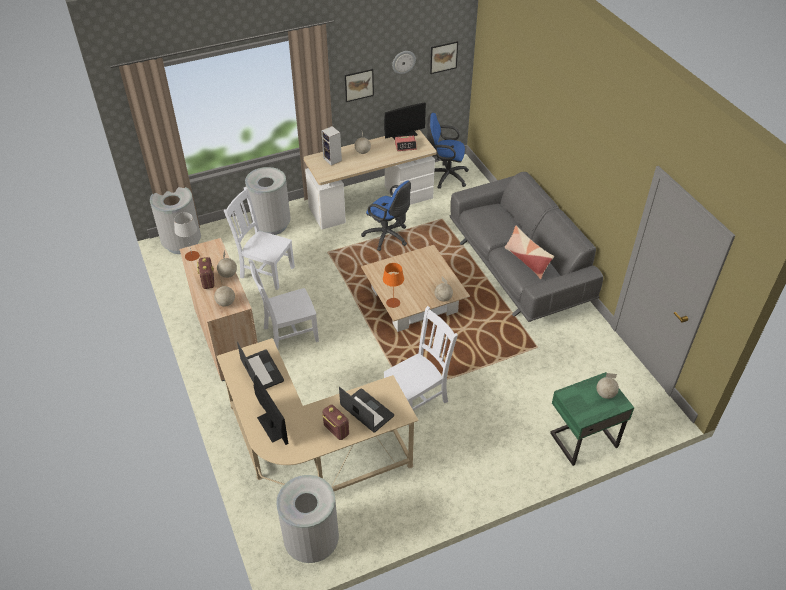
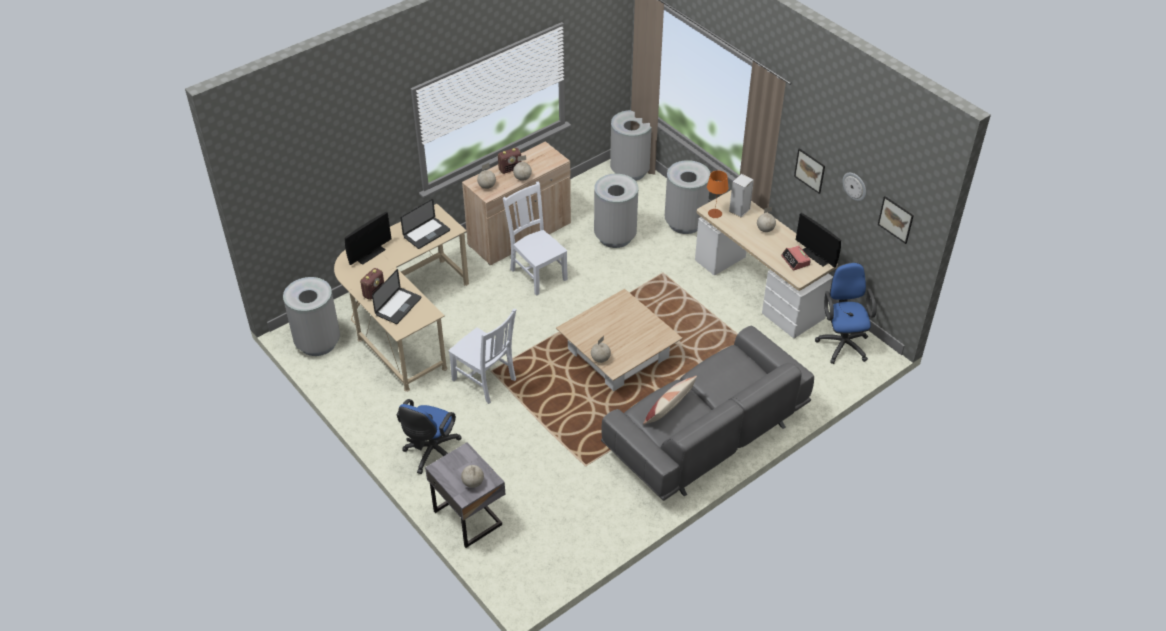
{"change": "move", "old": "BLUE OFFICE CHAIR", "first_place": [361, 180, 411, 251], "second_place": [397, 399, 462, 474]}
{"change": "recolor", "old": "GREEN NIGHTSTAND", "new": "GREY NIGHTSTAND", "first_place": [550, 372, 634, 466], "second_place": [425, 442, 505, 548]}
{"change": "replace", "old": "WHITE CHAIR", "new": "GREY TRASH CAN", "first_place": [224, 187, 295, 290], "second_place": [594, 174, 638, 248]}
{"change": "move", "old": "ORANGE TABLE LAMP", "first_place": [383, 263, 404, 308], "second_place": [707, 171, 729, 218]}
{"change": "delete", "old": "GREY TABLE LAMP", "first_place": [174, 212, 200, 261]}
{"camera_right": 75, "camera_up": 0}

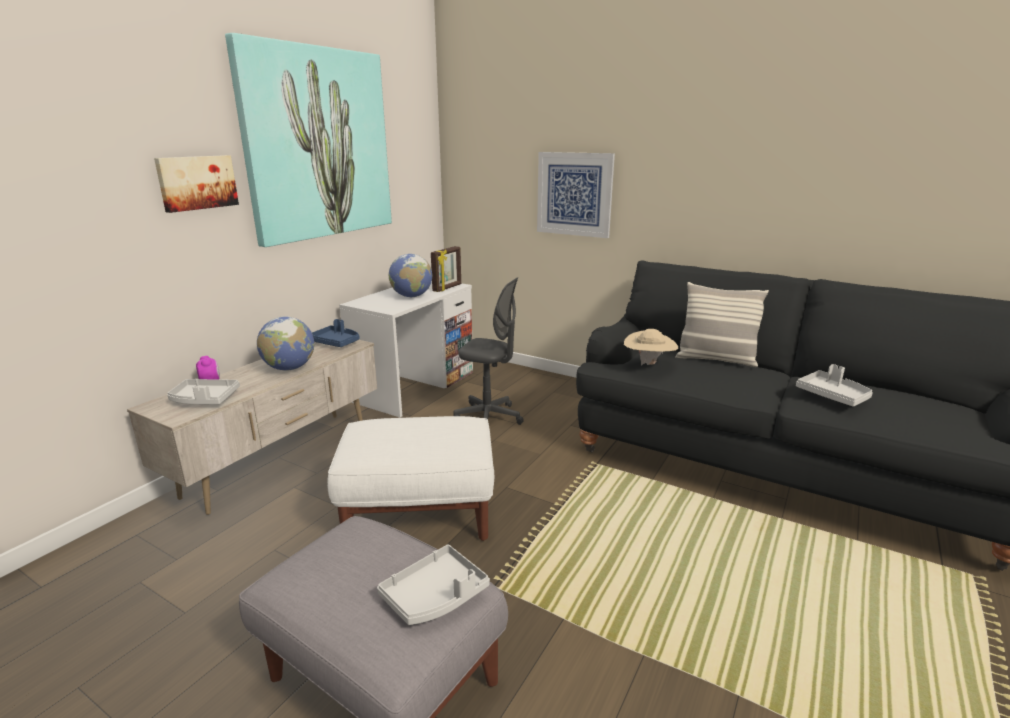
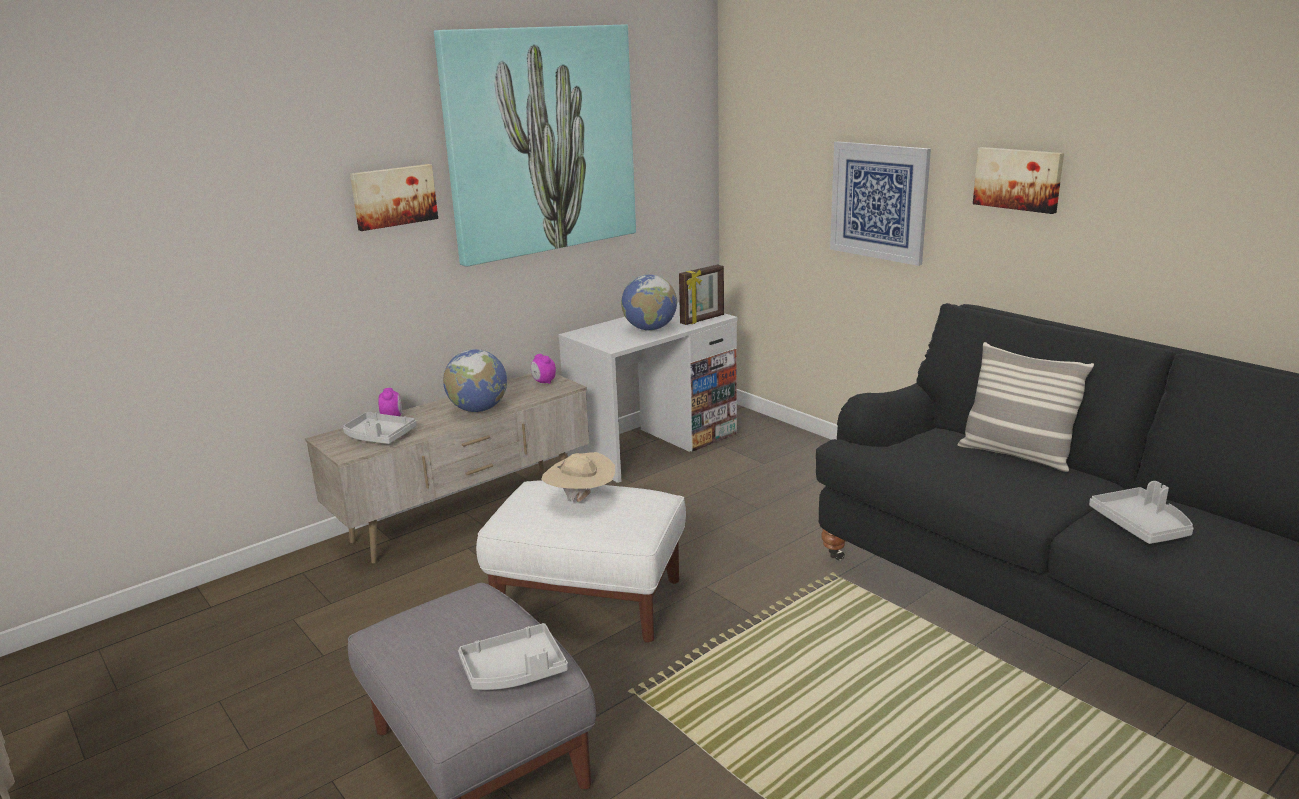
{"change": "replace", "old": "BLUE TRAY", "new": "ALARM CLOCK", "first_place": [312, 319, 360, 347], "second_place": [531, 354, 556, 384]}
{"change": "move", "old": "BEIGE HAT", "first_place": [624, 329, 678, 366], "second_place": [541, 452, 615, 502]}
{"change": "insert", "new": "PICTURE", "second_place": [973, 147, 1064, 214]}
{"change": "delete", "old": "GREY OFFICE CHAIR", "first_place": [453, 277, 524, 425]}
{"camera_right": 20, "camera_up": 0}

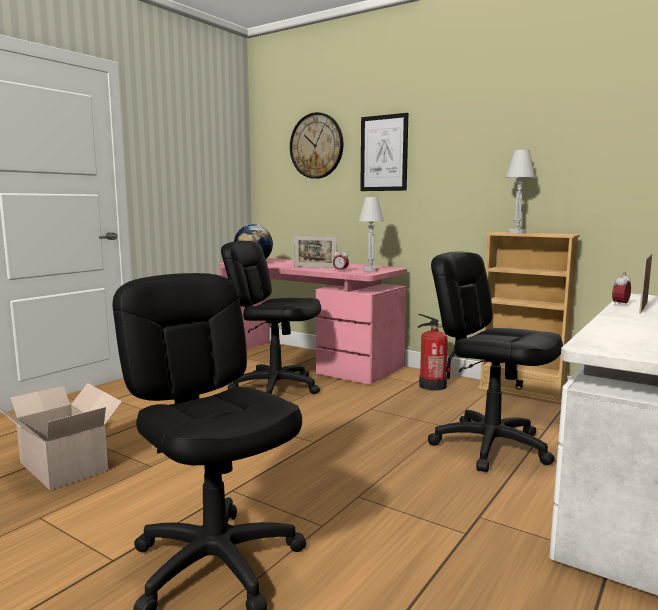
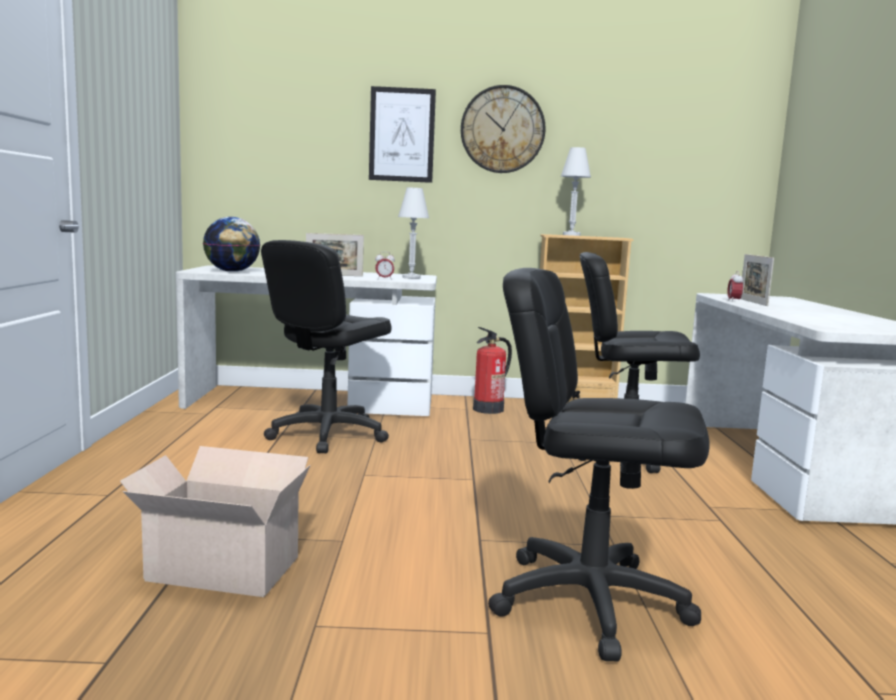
{"change": "recolor", "old": "PINK DESK", "new": "WHITE DESK", "first_place": [219, 258, 407, 384], "second_place": [176, 266, 437, 416]}
{"change": "rotate", "old": "BLACK OFFICE CHAIR", "first_place": [221, 241, 321, 394], "second_place": [261, 240, 392, 453], "degrees": -45}
{"change": "move", "old": "WALL CLOCK", "first_place": [290, 112, 343, 179], "second_place": [461, 85, 546, 173]}
{"camera_right": -35, "camera_up": 0}

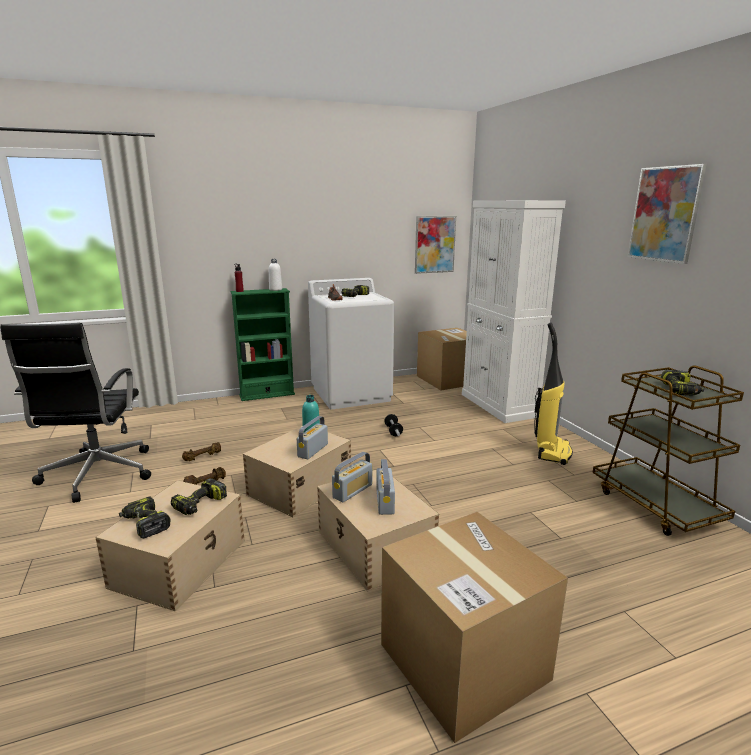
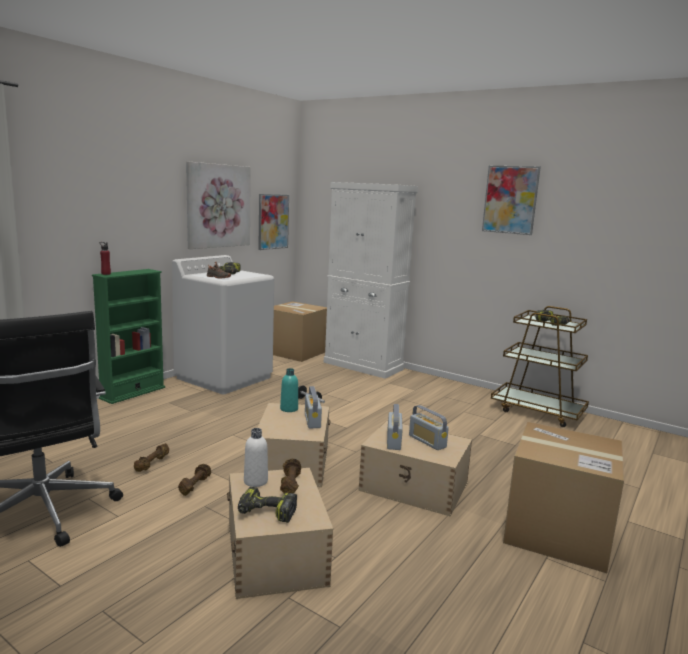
{"change": "insert", "new": "PICTURE", "second_place": [186, 161, 251, 249]}
{"change": "move", "old": "WHITE BOTTLE", "first_place": [269, 259, 282, 291], "second_place": [244, 428, 268, 487]}
{"change": "replace", "old": "POWER DRILL", "new": "BROWN DUMBBELL", "first_place": [171, 478, 227, 515], "second_place": [280, 459, 301, 494]}
{"change": "delete", "old": "VACUUM CLEANER", "first_place": [534, 323, 573, 465]}
{"camera_right": -35, "camera_up": -5}

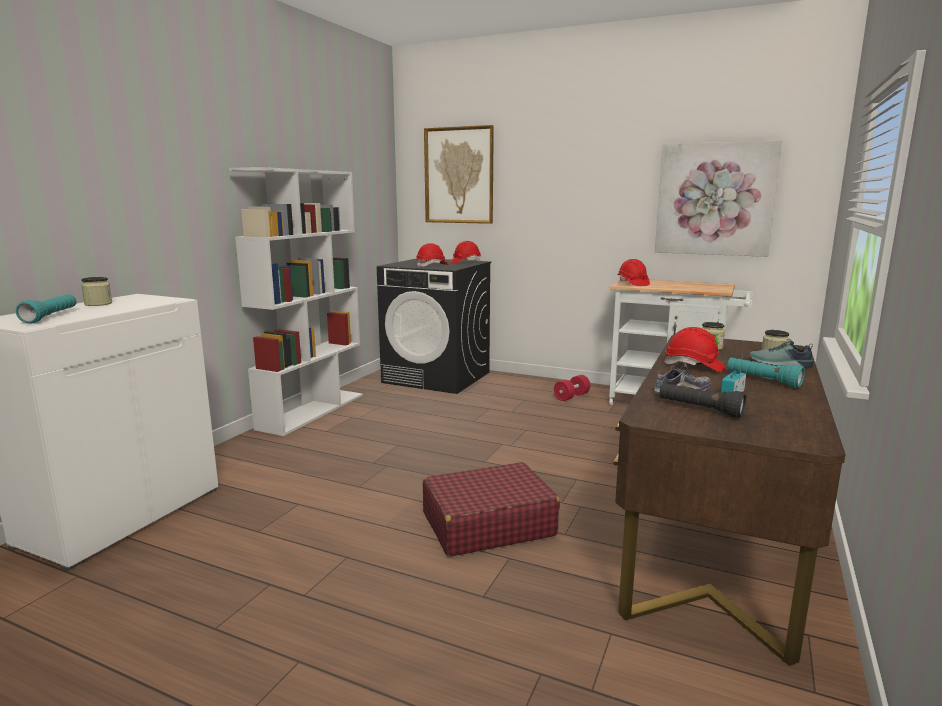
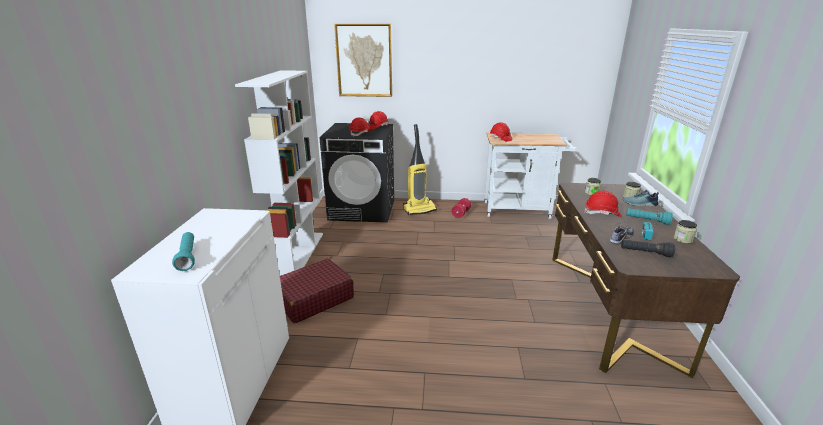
{"change": "move", "old": "RED SUITCASE", "first_place": [423, 462, 560, 557], "second_place": [280, 258, 354, 323]}
{"change": "insert", "new": "VACUUM CLEANER", "second_place": [403, 124, 437, 215]}
{"change": "move", "old": "JAR", "first_place": [81, 277, 112, 306], "second_place": [673, 220, 697, 243]}
{"change": "delete", "old": "PICTURE", "first_place": [655, 140, 782, 257]}
{"camera_right": -20, "camera_up": 10}

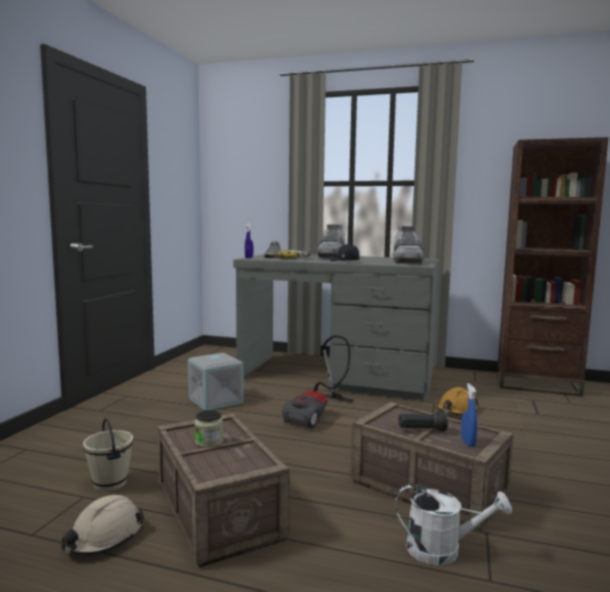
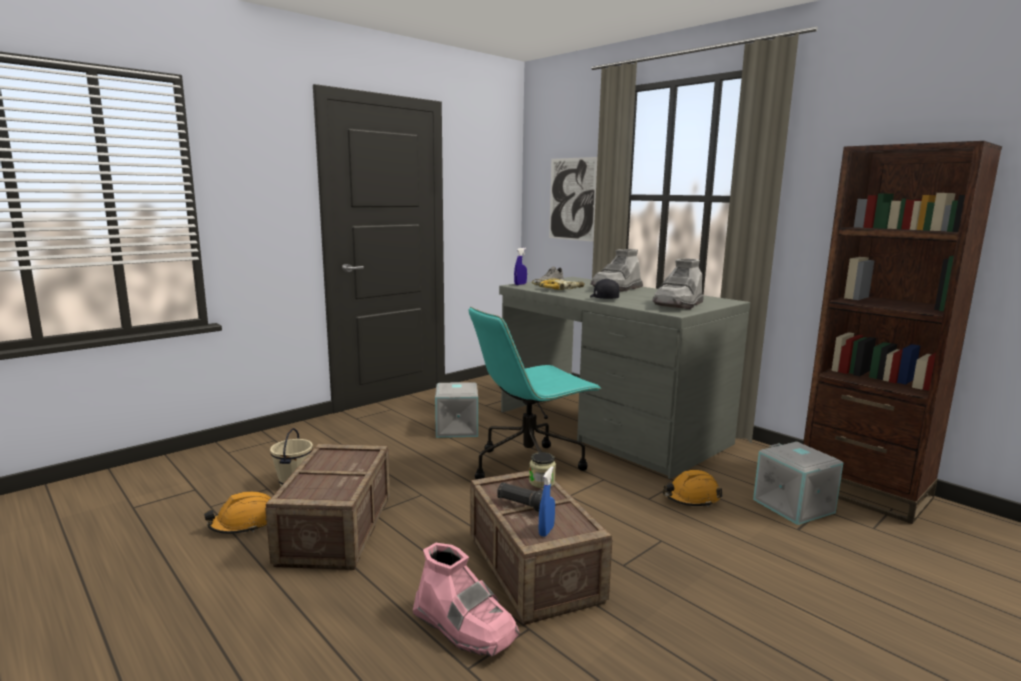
{"change": "recolor", "old": "BEIGE HARD HAT", "new": "ORANGE HARD HAT", "first_place": [61, 495, 144, 556], "second_place": [204, 491, 271, 534]}
{"change": "replace", "old": "WHITE WATERING CAN", "new": "PINK BOOT", "first_place": [395, 484, 512, 565], "second_place": [413, 543, 520, 656]}
{"change": "replace", "old": "VACUUM CLEANER", "new": "TURQUOISE OFFICE CHAIR", "first_place": [282, 335, 354, 428], "second_place": [469, 307, 602, 479]}
{"change": "move", "old": "JAR", "first_place": [195, 410, 223, 448], "second_place": [529, 452, 556, 488]}
{"change": "insert", "new": "PICTURE", "second_place": [549, 157, 597, 242]}
{"change": "insert", "new": "GREY STORAGE BOX", "second_place": [753, 442, 843, 525]}
{"camera_right": 30, "camera_up": 5}

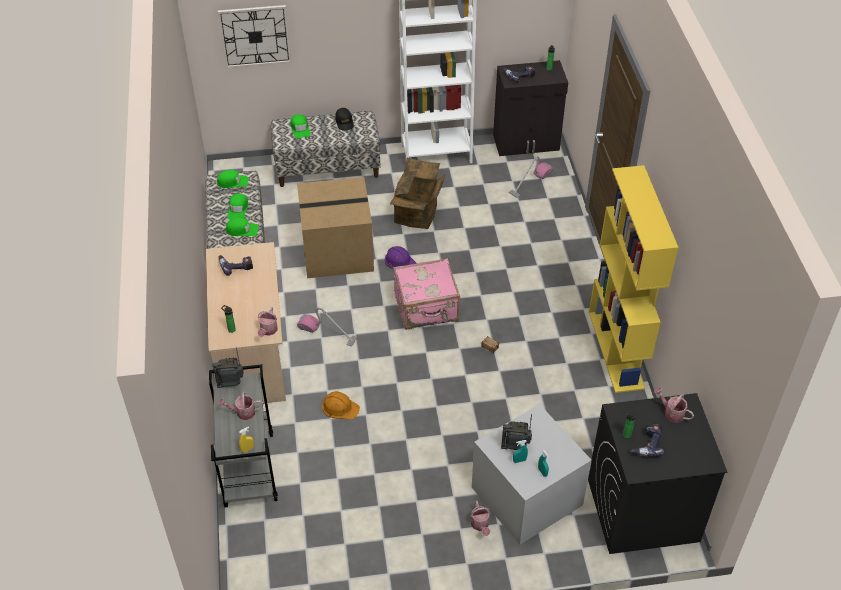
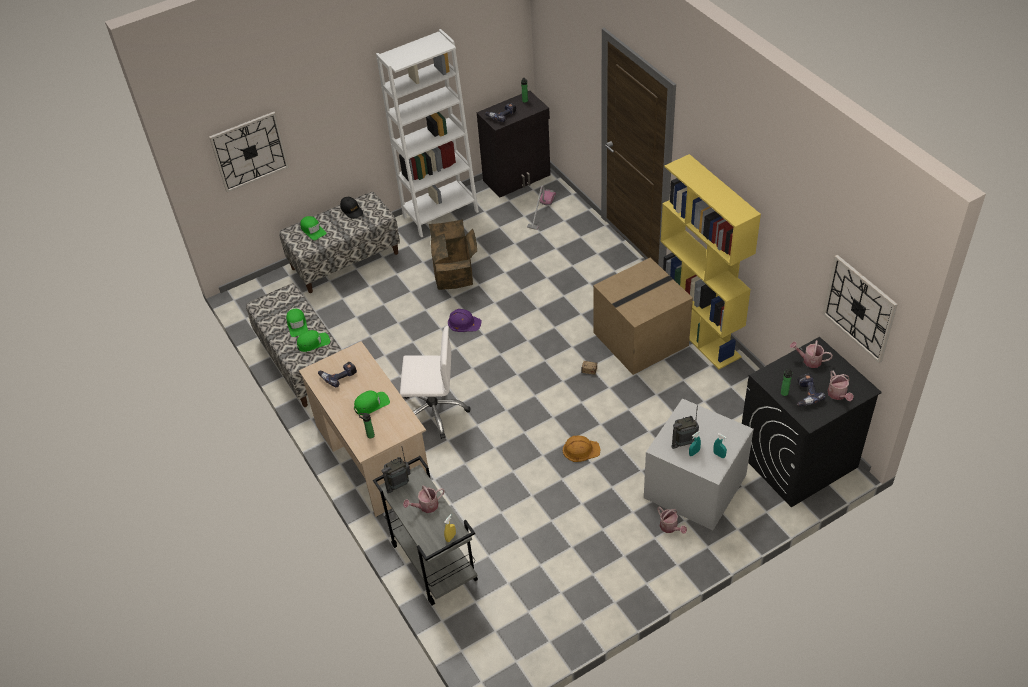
{"change": "move", "old": "GREEN CAP", "first_place": [217, 170, 248, 188], "second_place": [354, 390, 390, 415]}
{"change": "replace", "old": "VACUUM CLEANER", "new": "WHITE OFFICE CHAIR", "first_place": [297, 307, 357, 346], "second_place": [400, 325, 470, 439]}
{"change": "move", "old": "ORANGE HARD HAT", "first_place": [322, 391, 360, 420], "second_place": [563, 436, 600, 462]}
{"change": "move", "old": "CARDBOARD BOX", "first_place": [297, 177, 374, 278], "second_place": [593, 257, 693, 375]}
{"change": "insert", "new": "WALL CLOCK", "second_place": [823, 255, 898, 363]}
{"change": "move", "old": "WATERING CAN", "first_place": [258, 307, 278, 337], "second_place": [828, 370, 854, 401]}
{"change": "delete", "old": "PINK SUITCASE", "first_place": [393, 258, 460, 330]}
{"camera_right": -20, "camera_up": 0}

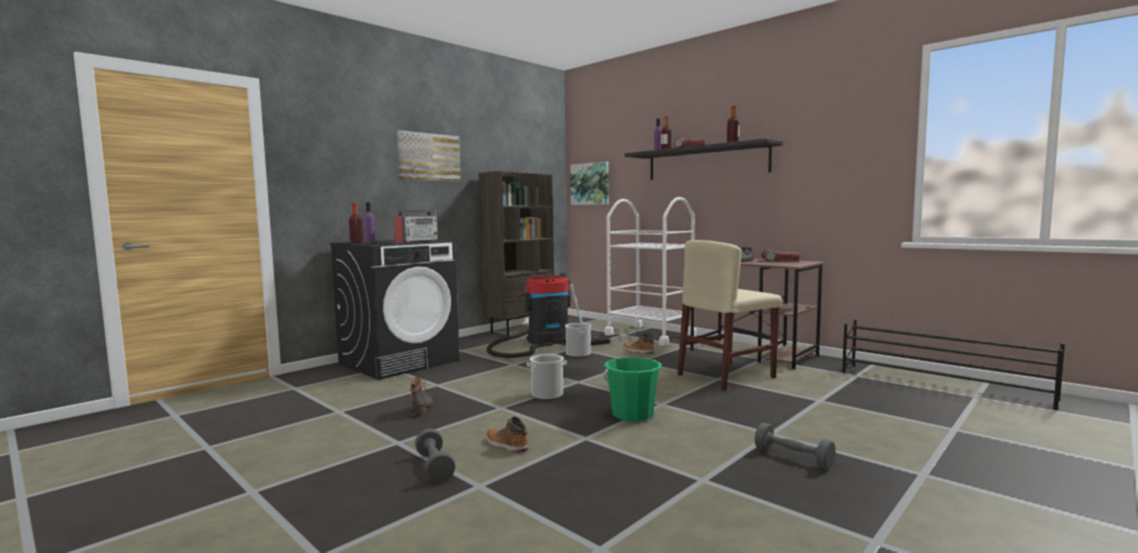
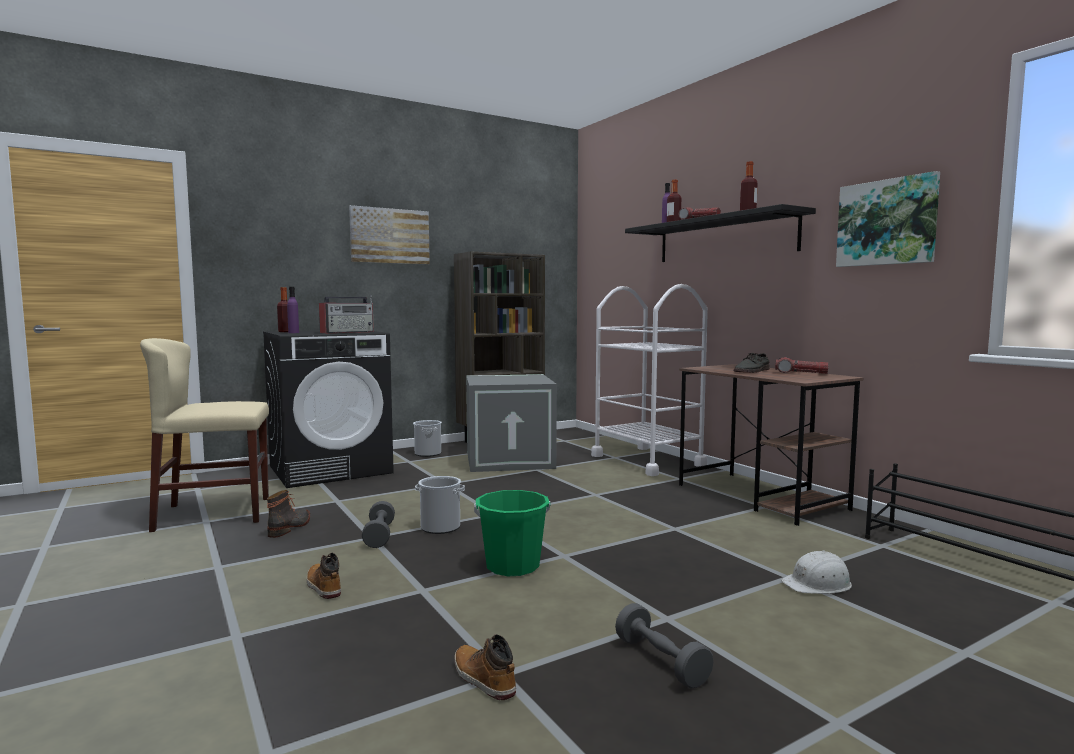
{"change": "move", "old": "BEIGE CHAIR", "first_place": [677, 240, 782, 391], "second_place": [140, 338, 269, 532]}
{"change": "move", "old": "GREY DUMBBELL", "first_place": [415, 429, 456, 483], "second_place": [362, 501, 395, 548]}
{"change": "move", "old": "BUCKET", "first_place": [565, 323, 591, 358], "second_place": [413, 420, 442, 457]}
{"change": "move", "old": "BOOT", "first_place": [623, 334, 654, 354], "second_place": [454, 634, 516, 700]}
{"change": "replace", "old": "VACUUM CLEANER", "new": "GREY STORAGE BOX", "first_place": [487, 273, 610, 358], "second_place": [466, 374, 557, 472]}
{"change": "insert", "new": "WHITE HARD HAT", "second_place": [781, 550, 852, 594]}
{"change": "move", "old": "PICTURE", "first_place": [570, 161, 609, 205], "second_place": [836, 171, 940, 267]}
{"camera_right": 15, "camera_up": 0}

